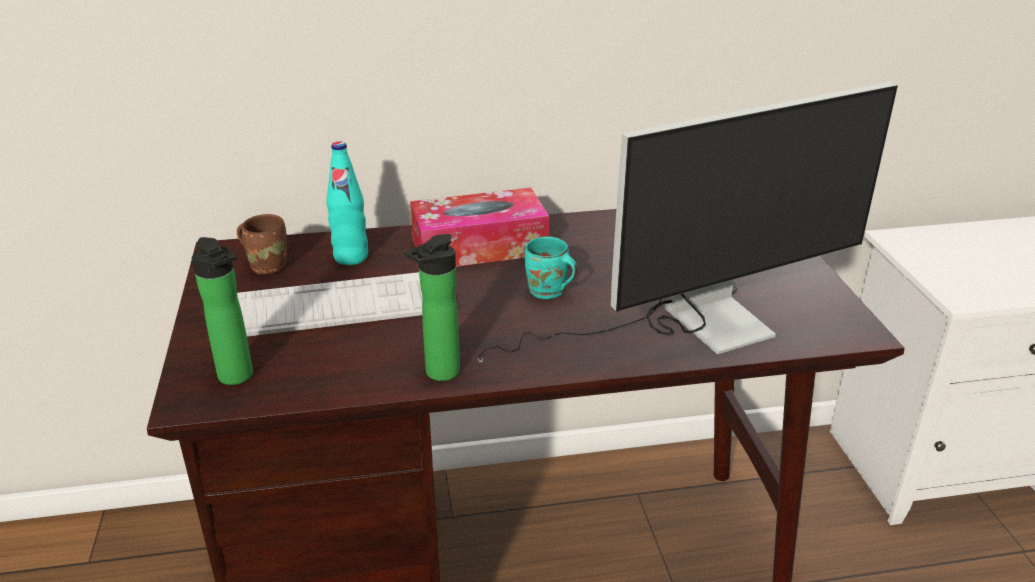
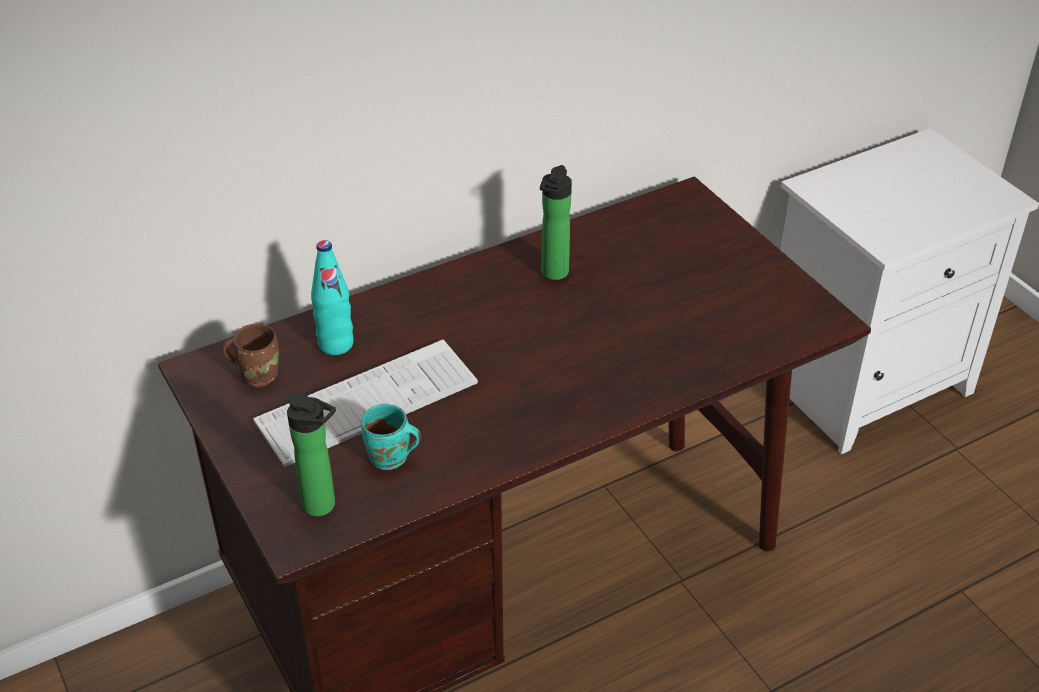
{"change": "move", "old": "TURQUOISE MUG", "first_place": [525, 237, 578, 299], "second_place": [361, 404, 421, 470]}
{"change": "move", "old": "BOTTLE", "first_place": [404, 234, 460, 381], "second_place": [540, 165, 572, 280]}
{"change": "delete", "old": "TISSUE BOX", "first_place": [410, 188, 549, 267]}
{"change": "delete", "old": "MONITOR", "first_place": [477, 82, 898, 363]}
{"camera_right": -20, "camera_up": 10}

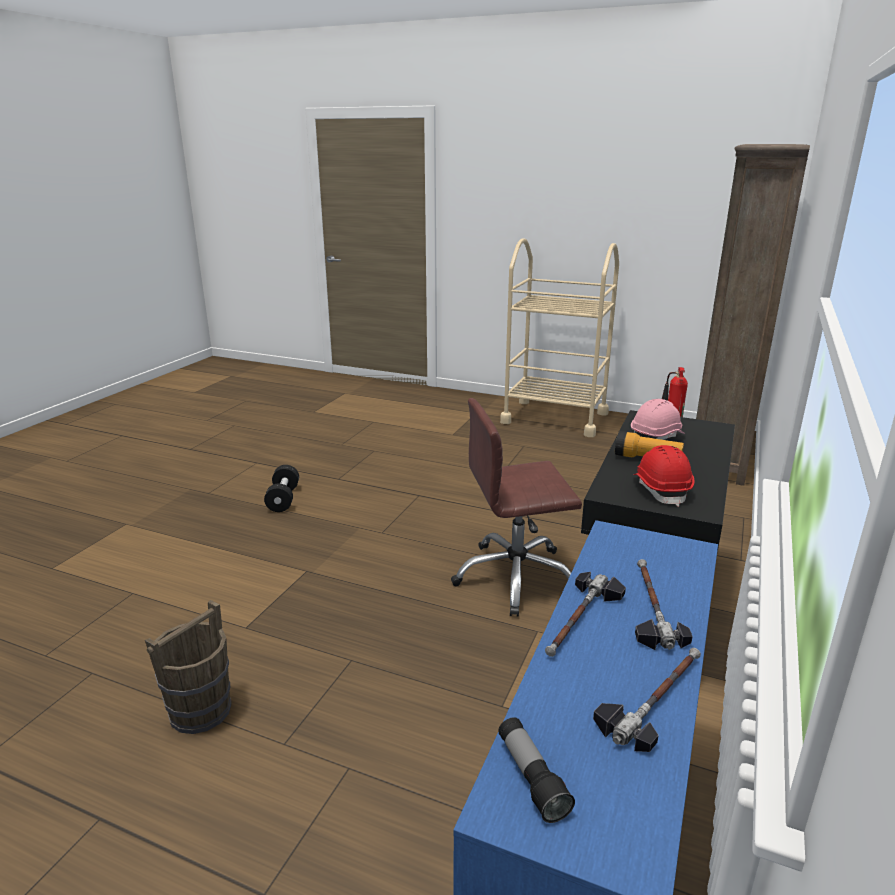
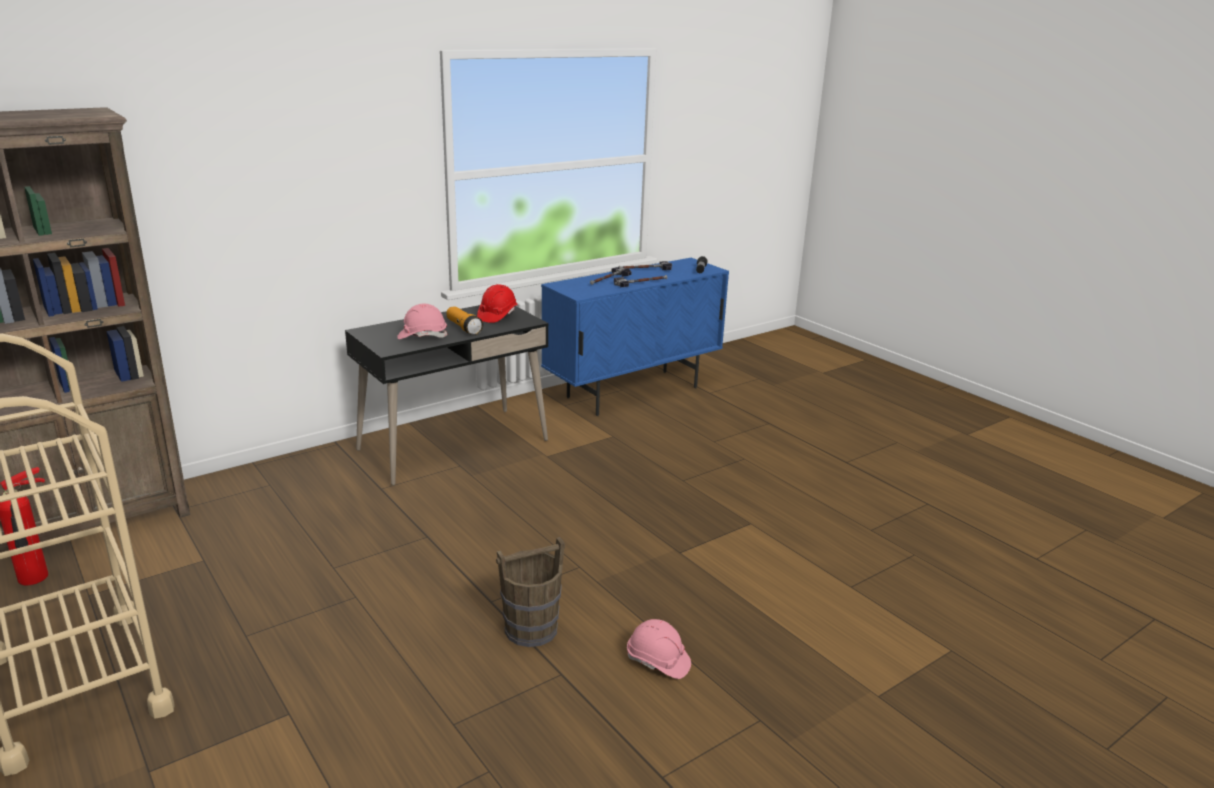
{"change": "move", "old": "BROWN BUCKET", "first_place": [145, 600, 231, 734], "second_place": [496, 537, 565, 647]}
{"change": "replace", "old": "BLACK DUMBBELL", "new": "PINK HARD HAT", "first_place": [264, 465, 299, 512], "second_place": [627, 619, 691, 679]}
{"change": "delete", "old": "BROWN OFFICE CHAIR", "first_place": [451, 398, 582, 617]}
{"camera_right": -150, "camera_up": 0}

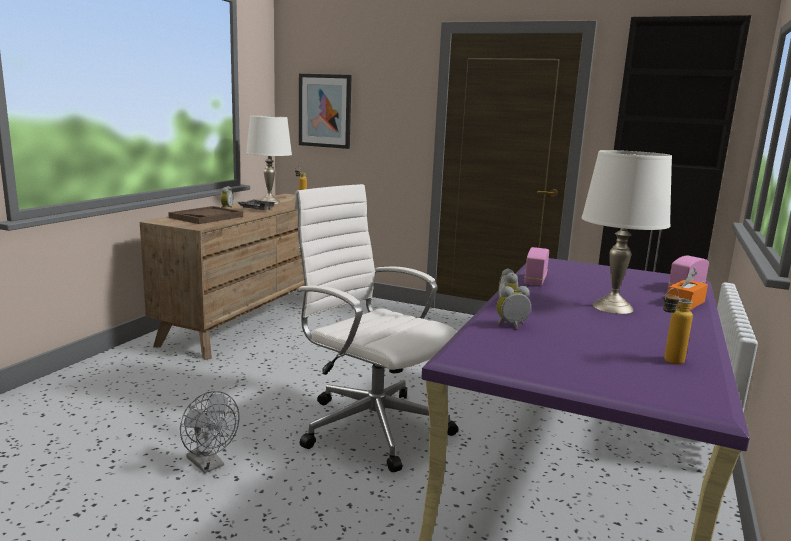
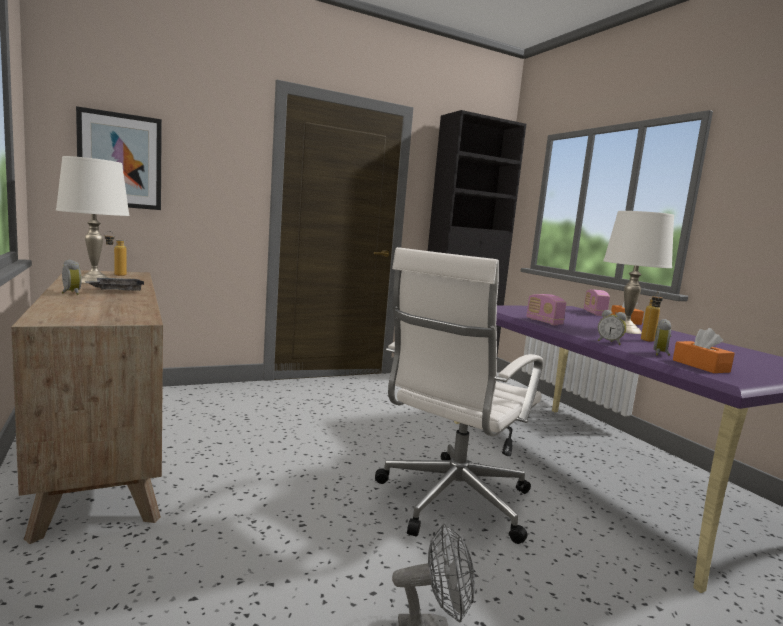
{"change": "rotate", "old": "WHITE OFFICE CHAIR", "first_place": [294, 184, 459, 472], "second_place": [375, 247, 543, 544], "degrees": -45}
{"change": "move", "old": "BOTTLE", "first_place": [663, 288, 693, 364], "second_place": [641, 291, 663, 342]}
{"change": "insert", "new": "ORANGE TISSUE BOX", "second_place": [673, 328, 735, 373]}
{"change": "delete", "old": "BROWN TRAY", "first_place": [168, 206, 243, 224]}
{"camera_right": -50, "camera_up": -5}

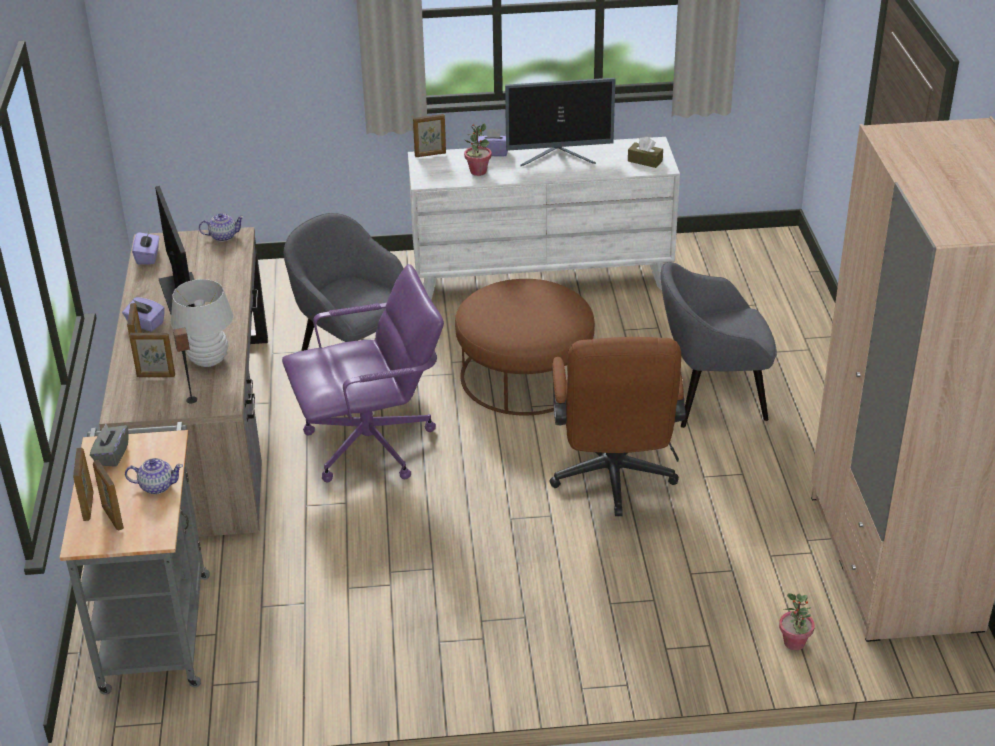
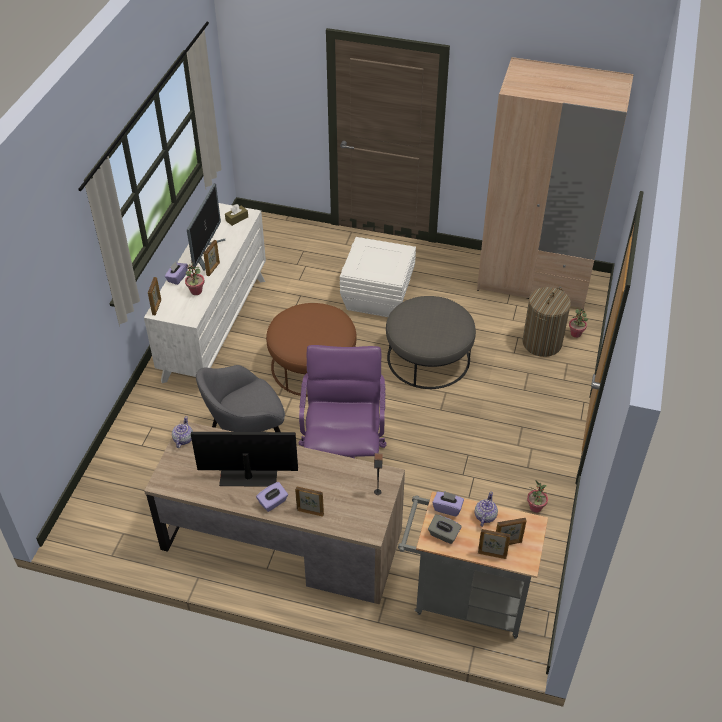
{"change": "move", "old": "PICTURE FRAME", "first_place": [129, 333, 175, 377], "second_place": [203, 240, 220, 276]}
{"change": "replace", "old": "GREY ARMCHAIR", "new": "WHITE STORAGE BOX", "first_place": [661, 262, 777, 428], "second_place": [340, 237, 416, 317]}
{"change": "replace", "old": "BROWN OFFICE CHAIR", "new": "GREY OTTOMAN", "first_place": [550, 337, 686, 516], "second_place": [386, 296, 476, 389]}
{"change": "move", "old": "PURPLE TISSUE BOX", "first_place": [132, 232, 159, 265], "second_place": [432, 491, 464, 516]}
{"change": "insert", "new": "LAUNDRY BASKET", "second_place": [523, 287, 571, 357]}
{"change": "insert", "new": "POTTED PLANT", "second_place": [527, 480, 548, 513]}
{"change": "delete", "old": "WHITE TABLE LAMP", "first_place": [171, 279, 233, 367]}
{"camera_right": -70, "camera_up": 10}

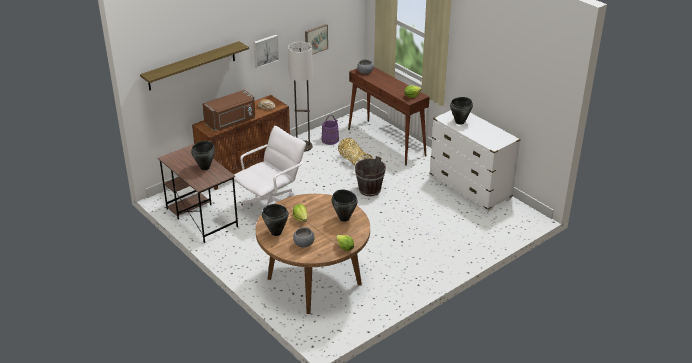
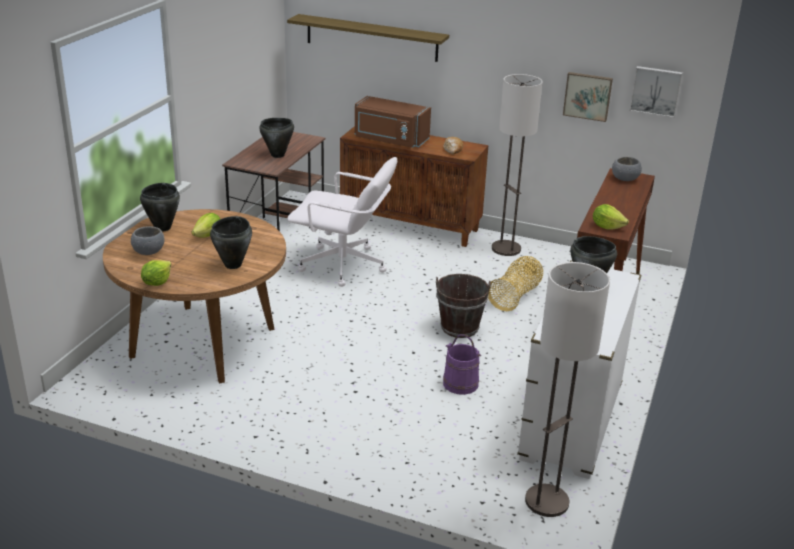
{"change": "move", "old": "PURPLE BUCKET", "first_place": [321, 115, 339, 145], "second_place": [443, 334, 481, 395]}
{"change": "insert", "new": "FLOOR LAMP", "second_place": [525, 262, 610, 517]}
{"change": "move", "old": "PICTURE", "first_place": [253, 35, 279, 68], "second_place": [629, 66, 683, 118]}
{"camera_right": 60, "camera_up": -5}

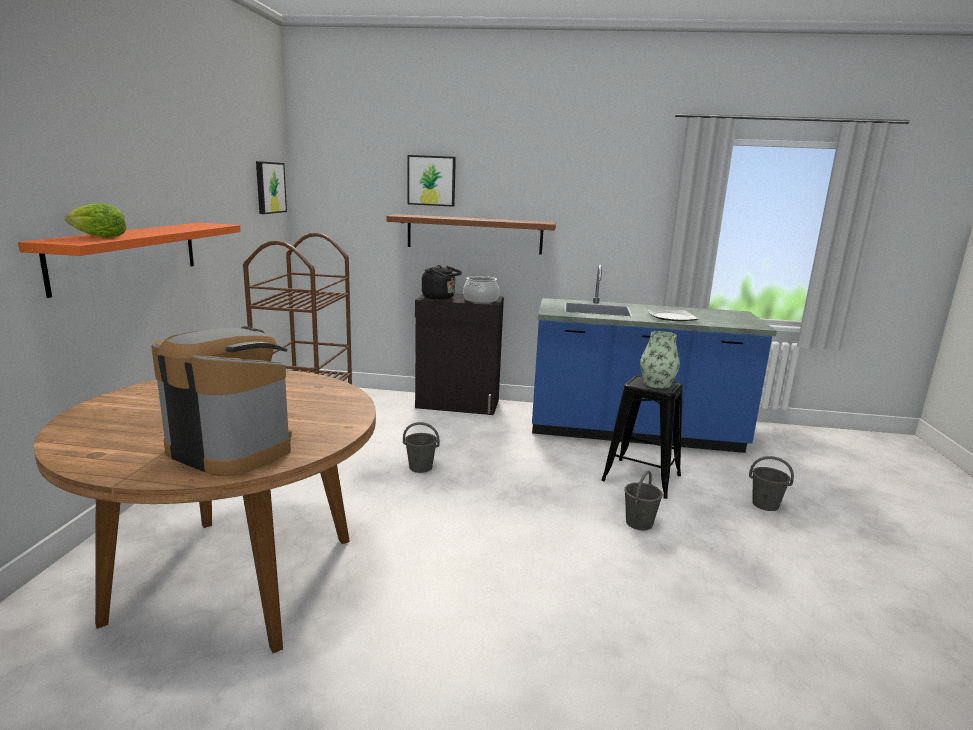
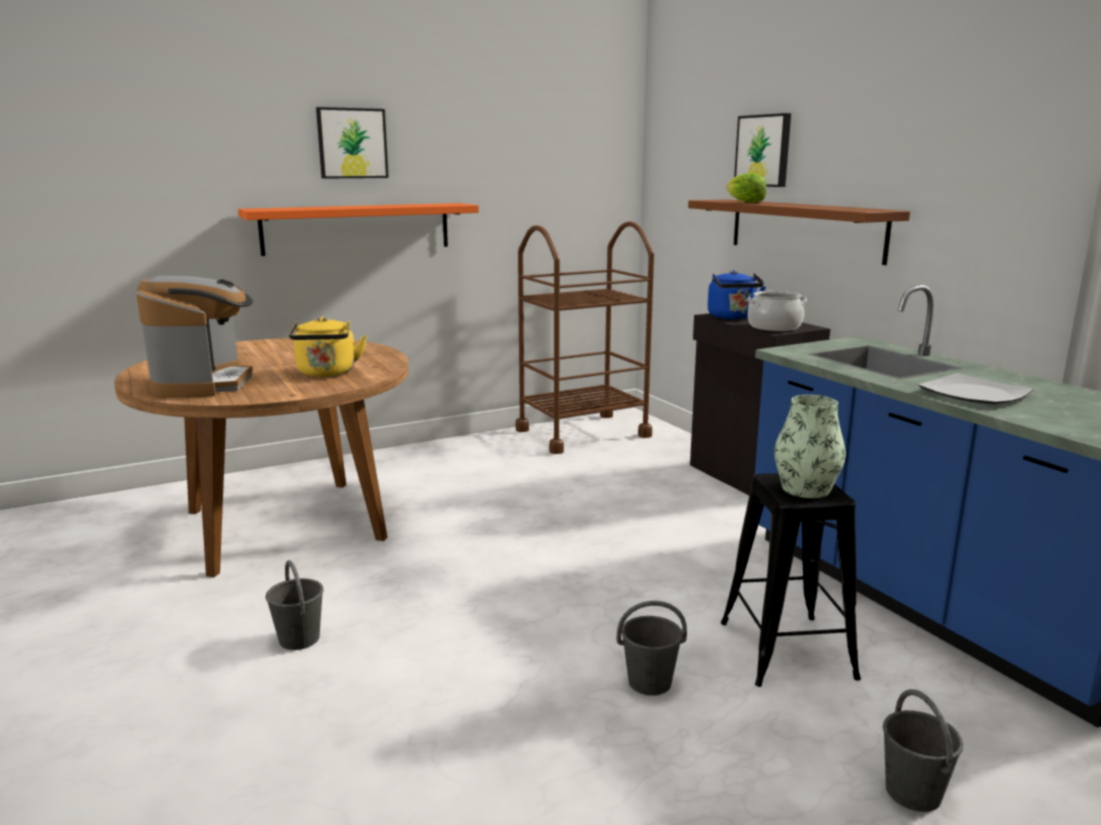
{"change": "move", "old": "GREY BUCKET", "first_place": [403, 422, 440, 473], "second_place": [266, 560, 324, 650]}
{"change": "insert", "new": "YELLOW KETTLE", "second_place": [289, 317, 367, 377]}
{"change": "move", "old": "PICTURE", "first_place": [256, 161, 287, 214], "second_place": [316, 107, 389, 179]}
{"change": "recolor", "old": "BLACK KETTLE", "new": "BLUE KETTLE", "first_place": [422, 265, 462, 299], "second_place": [708, 270, 766, 319]}
{"change": "move", "old": "LETTUCE", "first_place": [65, 203, 127, 238], "second_place": [726, 173, 766, 203]}
{"camera_right": 55, "camera_up": 0}

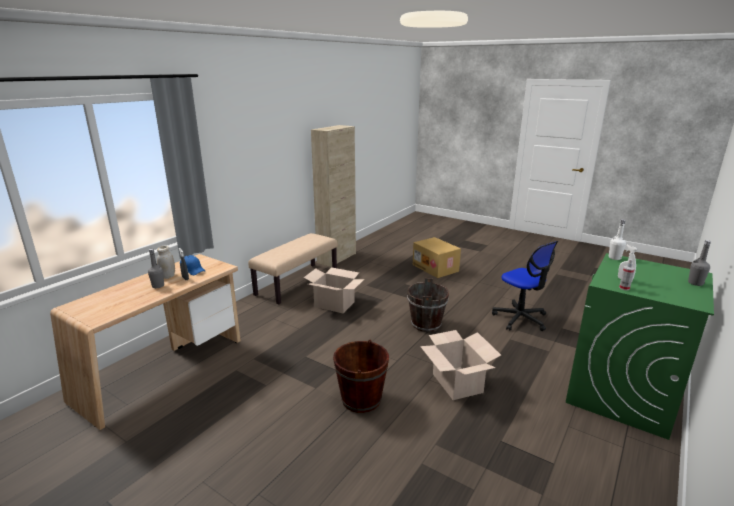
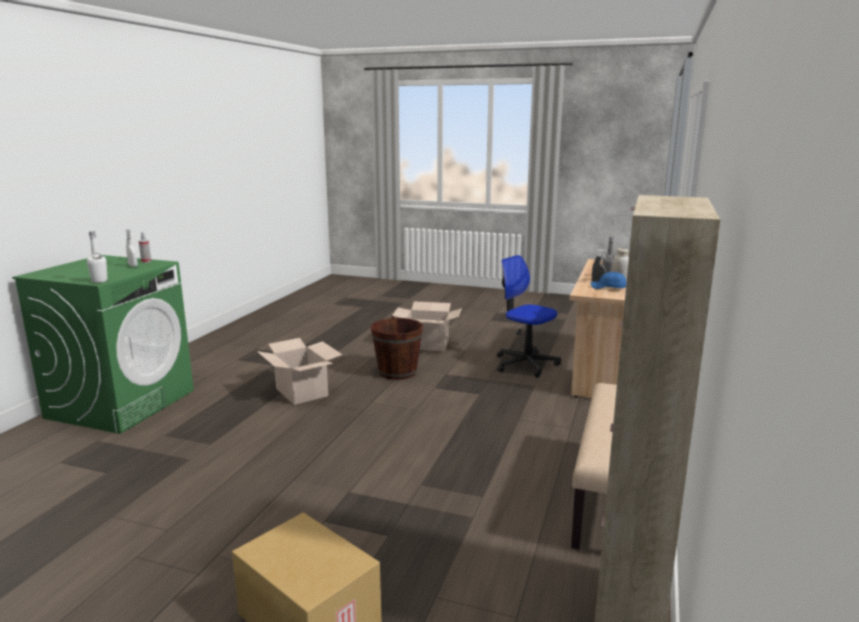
{"change": "move", "old": "CARDBOARD BOX", "first_place": [304, 267, 365, 313], "second_place": [392, 301, 462, 351]}
{"change": "move", "old": "OFFICE CHAIR", "first_place": [492, 241, 558, 331], "second_place": [497, 255, 561, 378]}
{"change": "delete", "old": "BROWN BUCKET", "first_place": [407, 278, 449, 332]}
{"change": "delete", "old": "GREY BOTTLE", "first_place": [688, 240, 711, 286]}
{"camera_right": 165, "camera_up": -5}

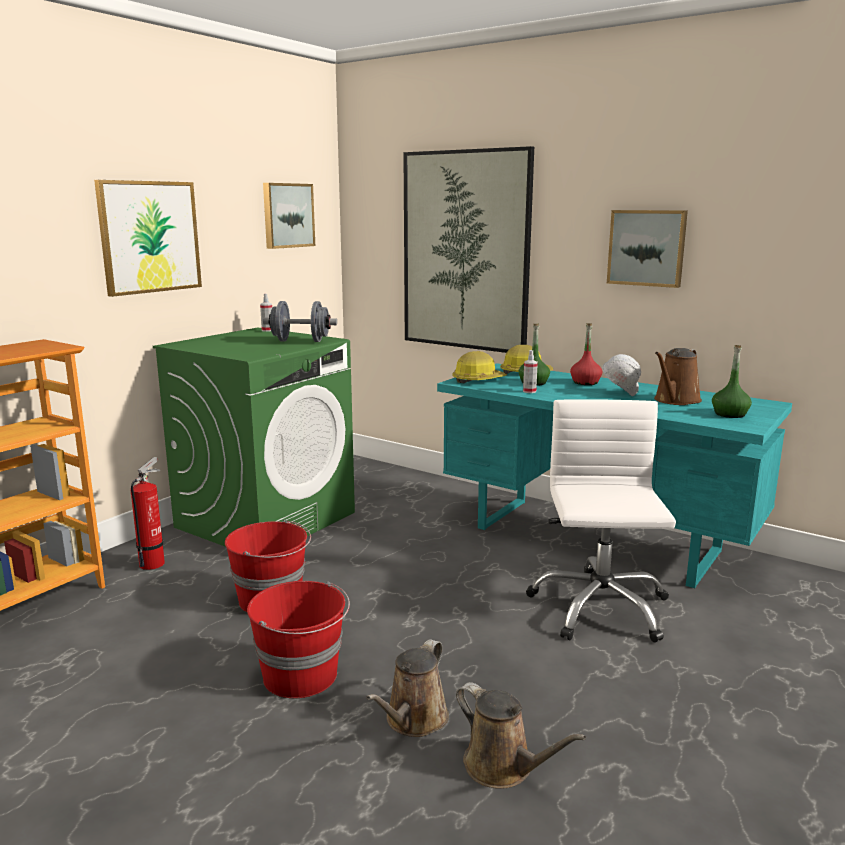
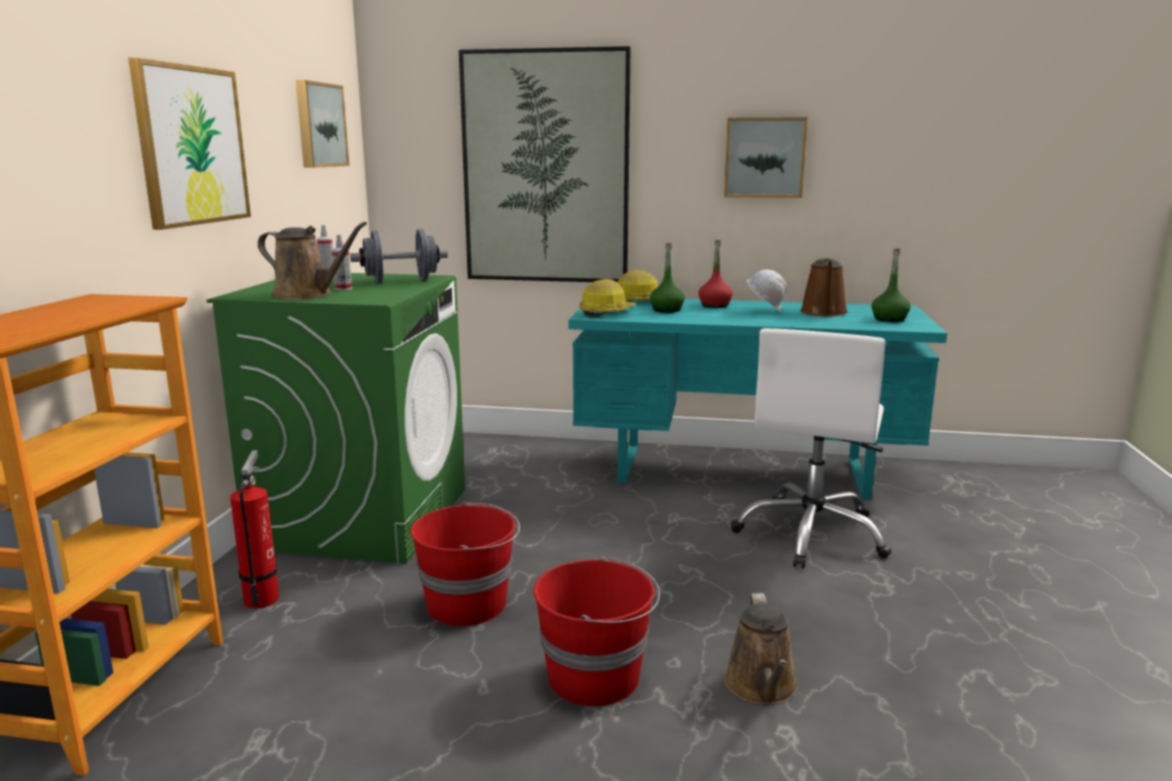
{"change": "move", "old": "BROWN WATERING CAN", "first_place": [456, 682, 586, 789], "second_place": [258, 222, 367, 300]}
{"change": "move", "old": "SPRAY BOTTLE", "first_place": [523, 350, 538, 393], "second_place": [331, 234, 352, 291]}
{"change": "rotate", "old": "WHITE OFFICE CHAIR", "first_place": [526, 399, 676, 643], "second_place": [731, 328, 892, 568], "degrees": -135}
{"camera_right": -25, "camera_up": 0}

